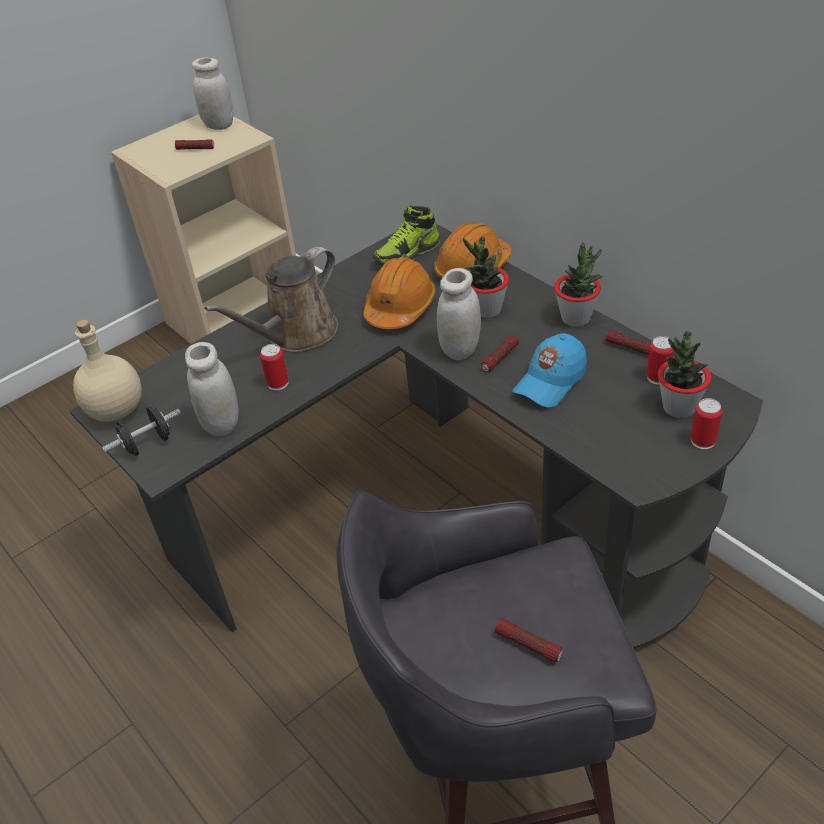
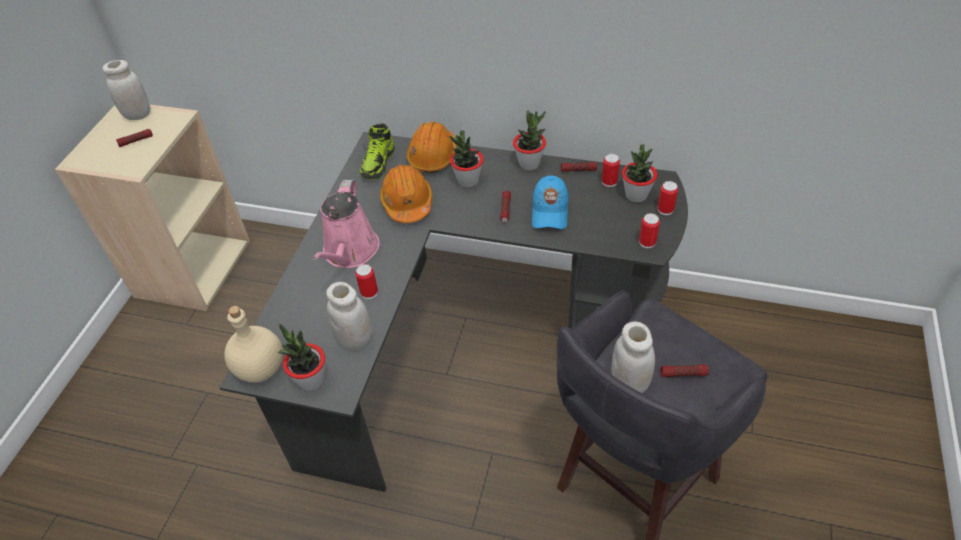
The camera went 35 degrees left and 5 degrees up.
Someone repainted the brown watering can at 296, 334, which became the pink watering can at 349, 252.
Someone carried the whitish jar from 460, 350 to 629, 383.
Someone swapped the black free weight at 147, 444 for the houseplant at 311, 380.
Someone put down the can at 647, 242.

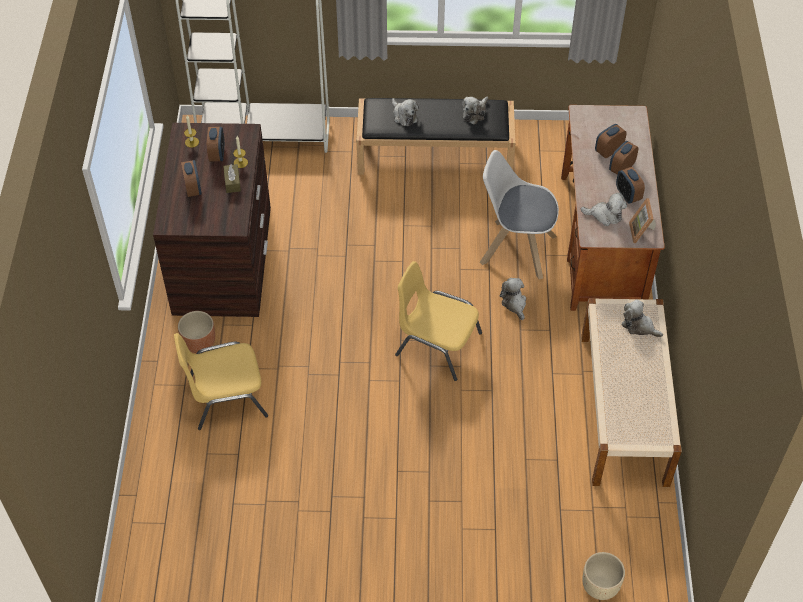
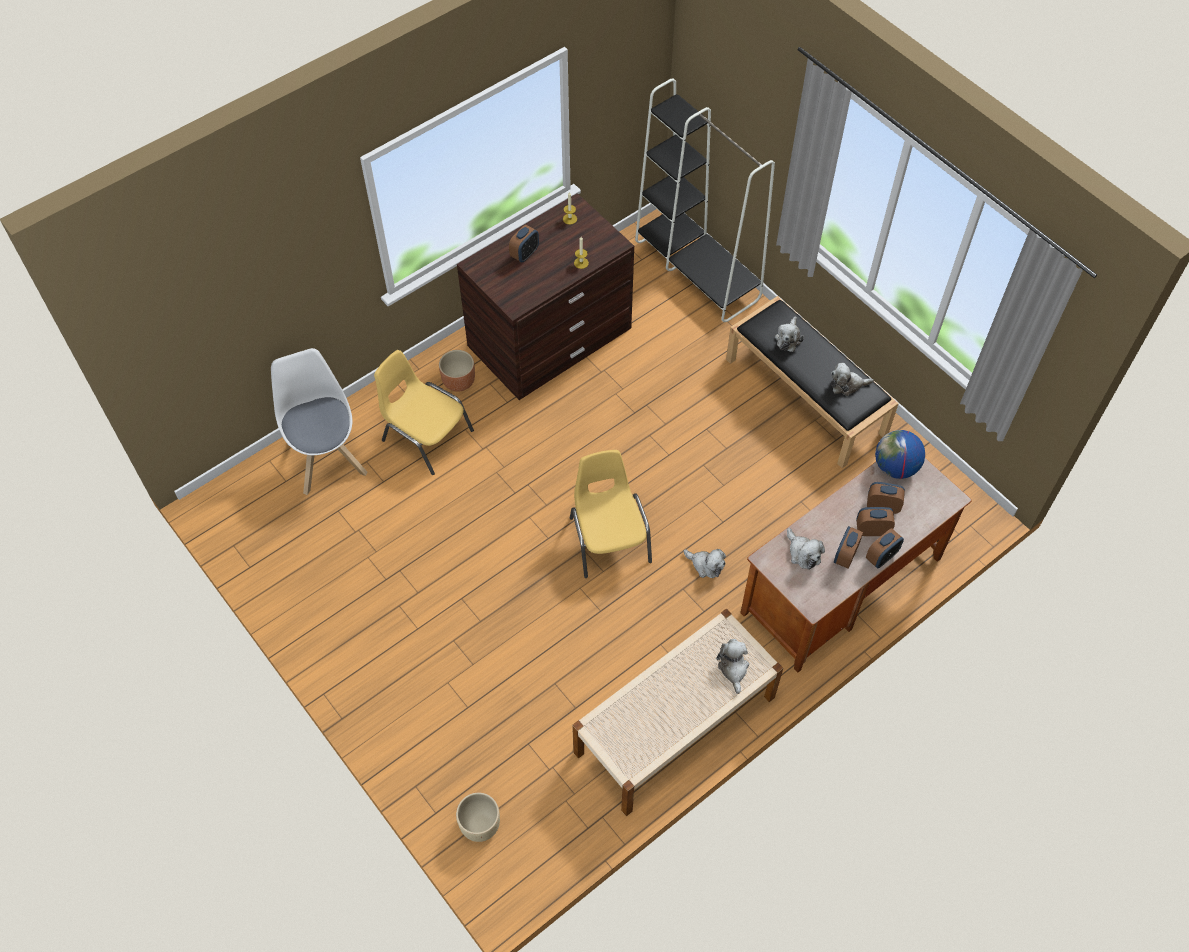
The camera went 50 degrees right and 5 degrees up.
Someone carried the bedside clock from 217, 154 to 881, 557.
Someone carried the plain chair from 515, 248 to 326, 455.
Someone took away the brown tissue holder at 232, 182.
Someone took away the picture frame at 642, 232.
Someone rotated the cuddly toy at 514, 303 by 90 degrees clockwise.
Someone put down the globe at 895, 467.

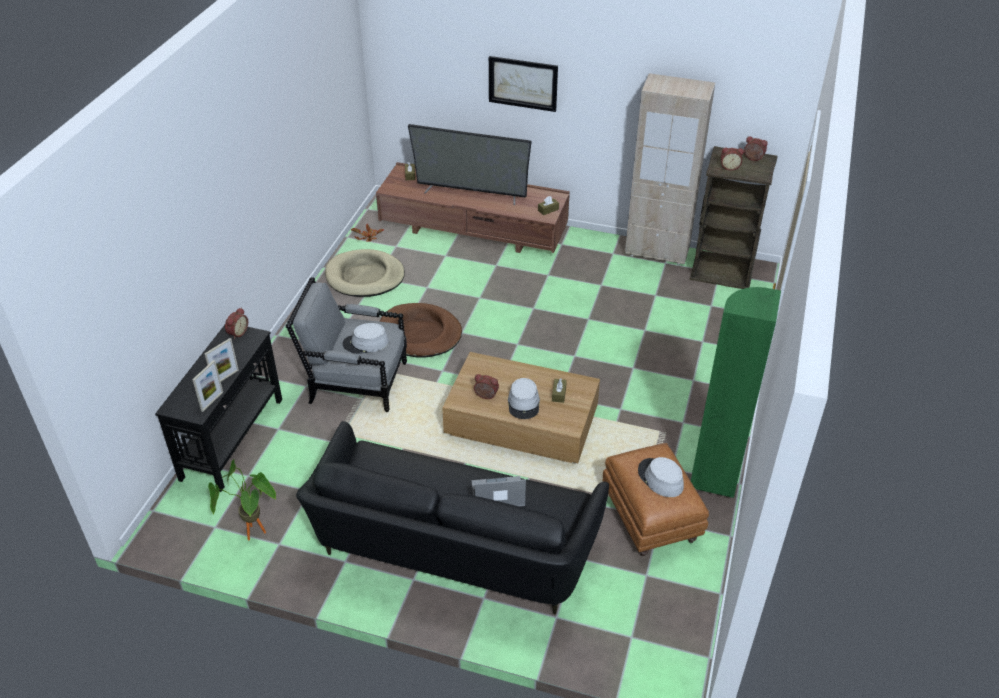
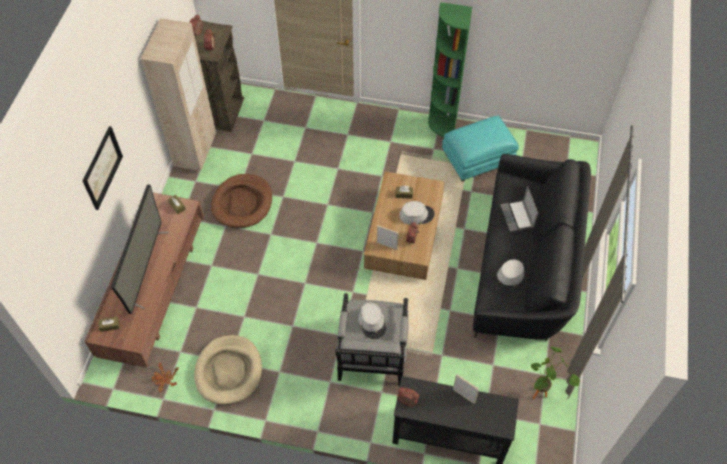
The camera went 95 degrees left and 15 degrees up.
Someone carried the brown dog bed from 420, 334 to 242, 203.
Someone carried the picture frame from 212, 401 to 387, 245.
Someone repainted the brown ottoman at 651, 518, which became the turquoise ottoman at 477, 160.
Someone carried the grey clothing hat from 660, 478 to 508, 277.

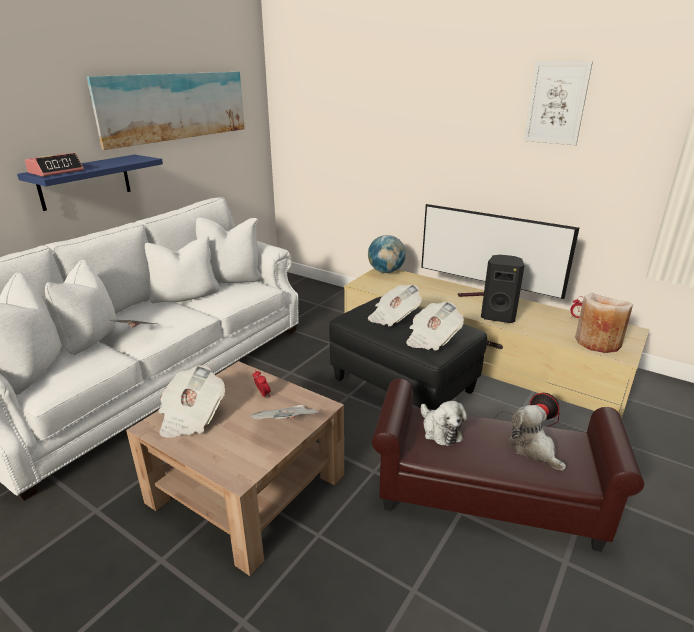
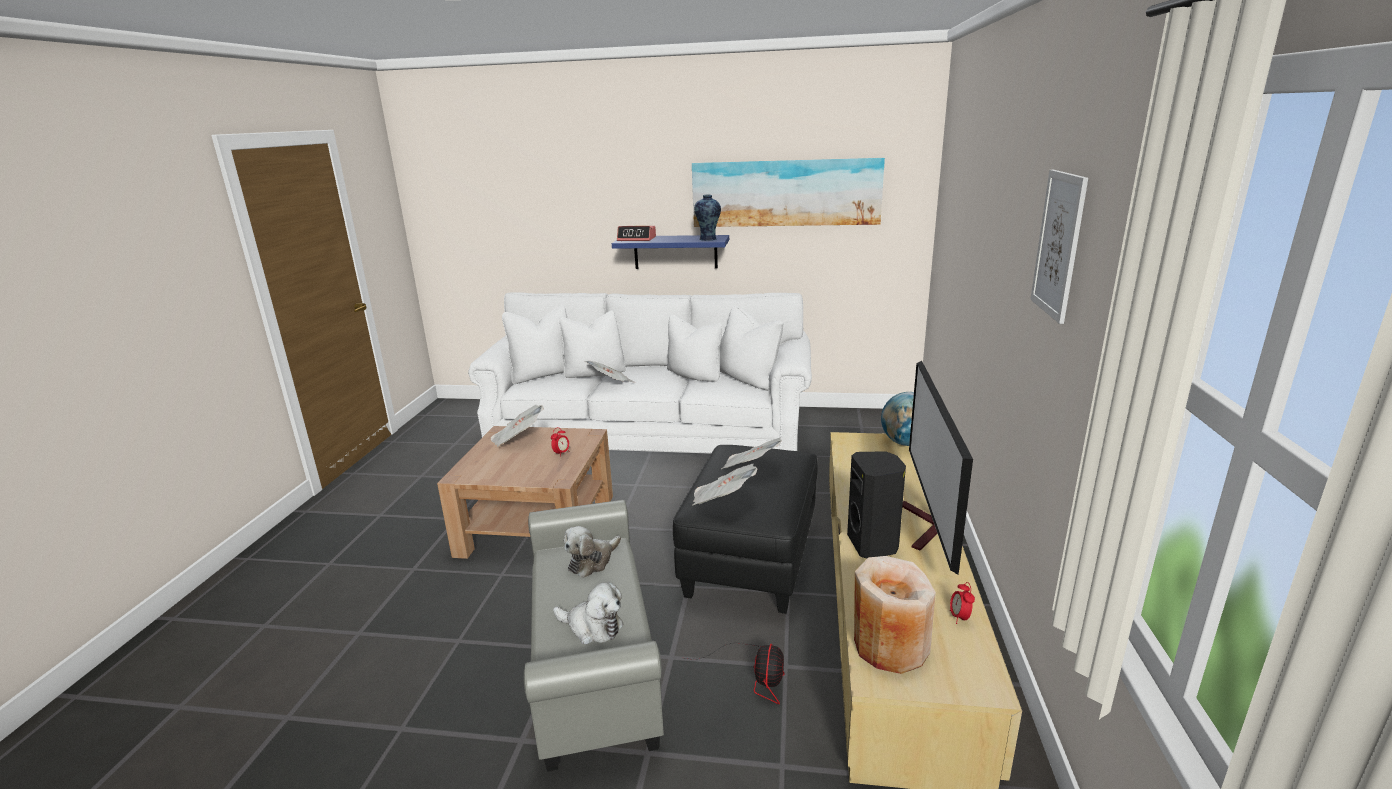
The camera went 65 degrees right and 5 degrees down.
Someone repainted the brown ottoman at 488, 497, which became the grey ottoman at 594, 664.
Someone took away the daily paper at 287, 427.
Someone rotated the cuddly toy at 534, 449 by 75 degrees clockwise.
Someone put down the decorative vase at 708, 239.

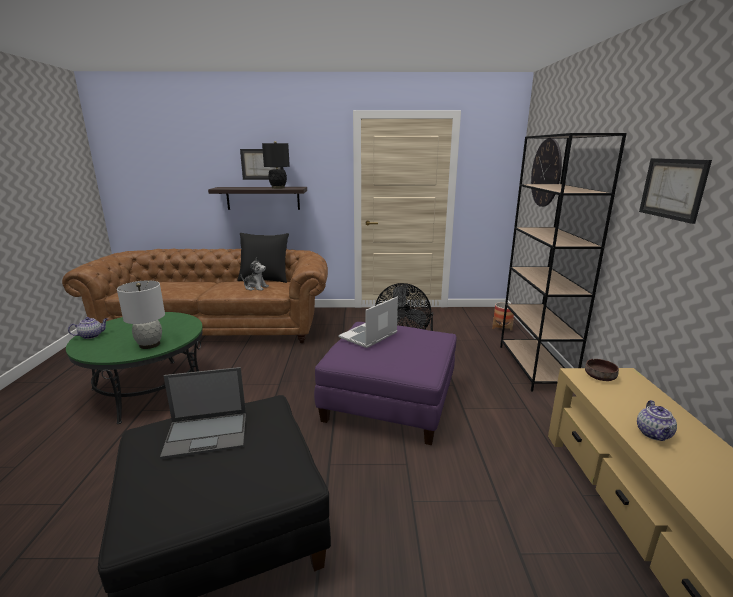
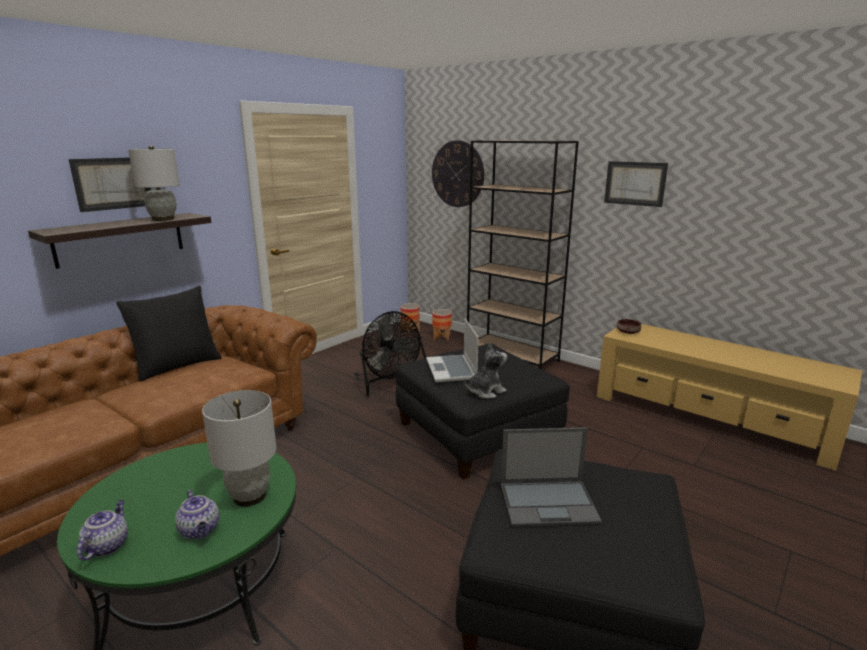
The camera went 50 degrees left and 0 degrees up.
Someone repainted the black lamp for a table at 278, 188, which became the whitish lamp for a table at 163, 219.
Someone carried the cuddly toy from 255, 287 to 485, 391.
Someone repainted the purple ottoman at 389, 401, which became the black ottoman at 477, 432.
Someone rotated the laptop at 207, 434 by 60 degrees clockwise.
Someone carried the tea pot from 654, 434 to 200, 530.
Someone put down the flower pot at 410, 330.

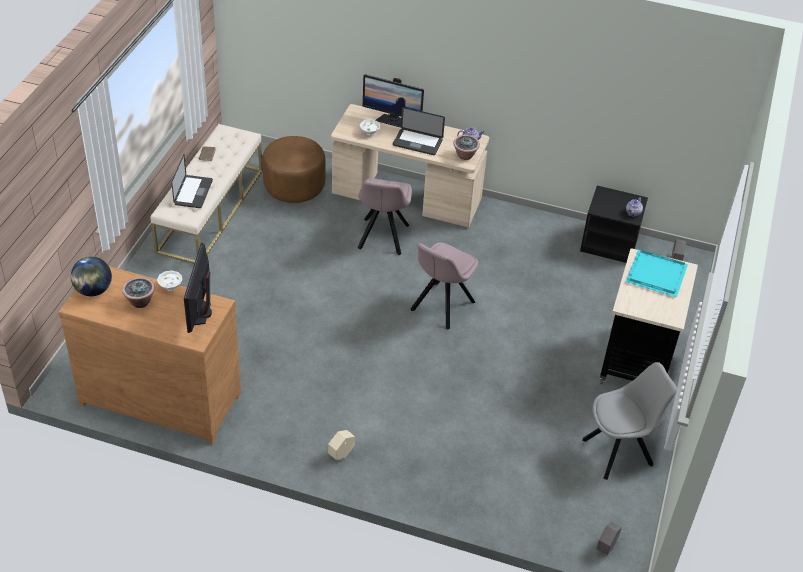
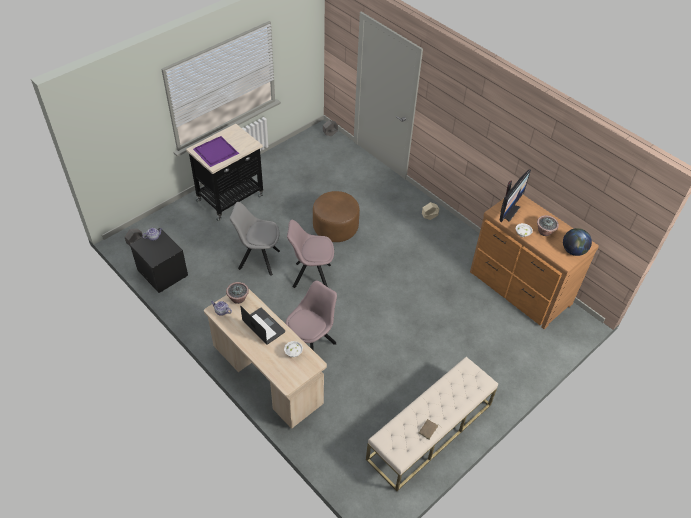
The camera went 150 degrees left and 5 degrees up.
Someone took away the computer display at 392, 120.
Someone carried the brown ottoman from 294, 186 to 335, 228.
Someone took away the laptop at 193, 192.
Someone rotated the pink plain chair at 441, 306 by 150 degrees counterclockwise.
Someone repainted the turquoise tray at 657, 274, which became the purple tray at 215, 152.
Someone carried the grey plain chair from 618, 452 to 258, 260.

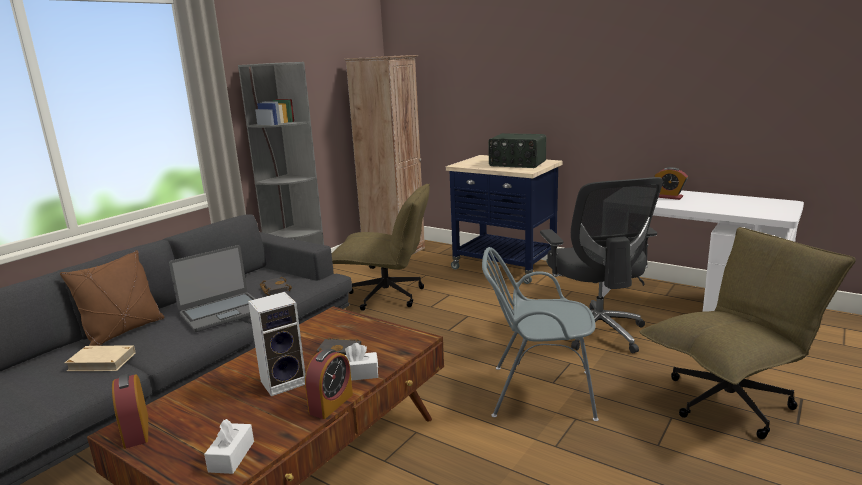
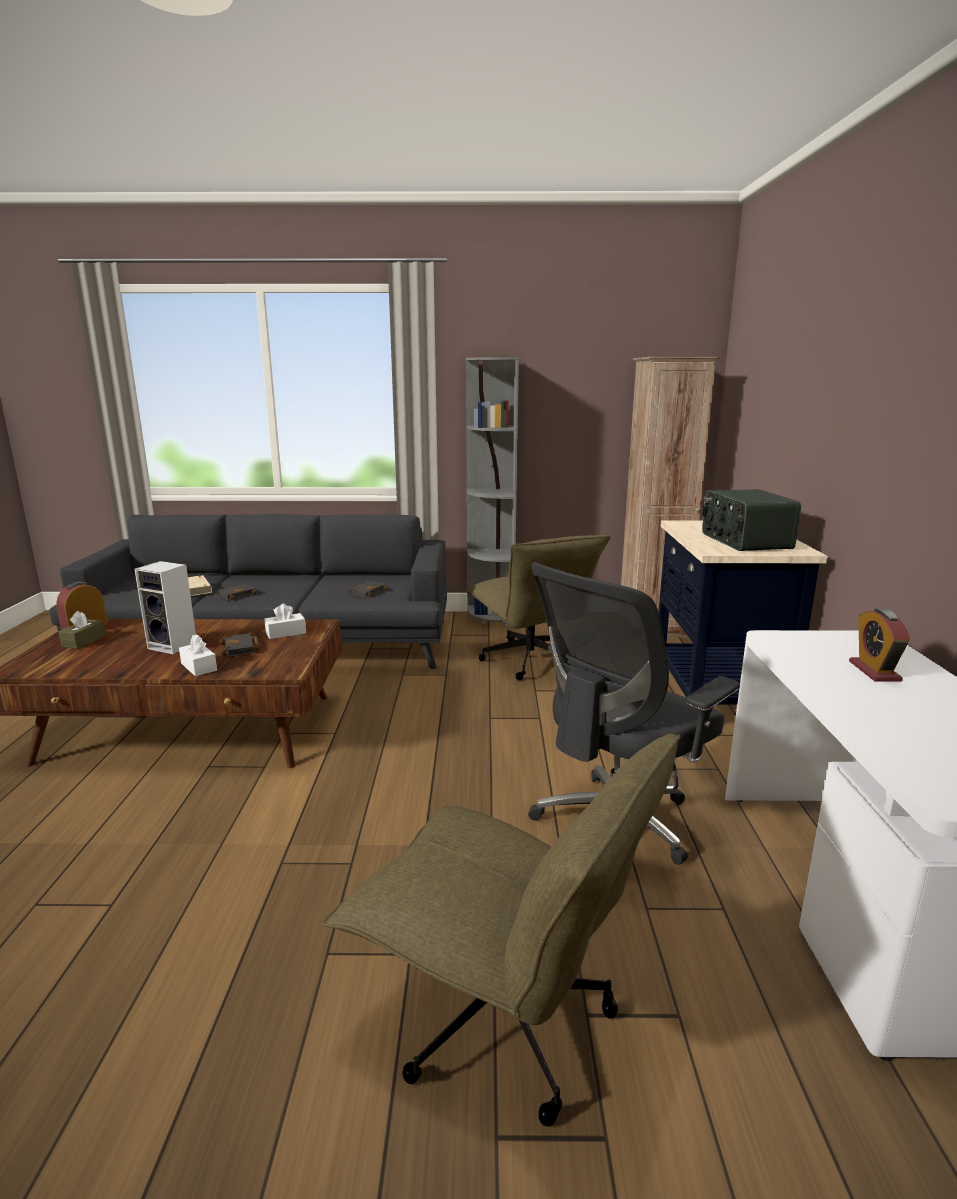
The camera went 55 degrees right and 0 degrees up.
Someone took away the laptop at 222, 312.
Someone took away the grey plain chair at 537, 392.
Someone took away the brown throw pillow at 124, 332.
Someone took away the bedside clock at 331, 404.
Someone carried the whitish tissue holder from 231, 456 to 286, 633.
Someone put down the black book at 237, 594.
Someone put down the brown tissue holder at 84, 641.

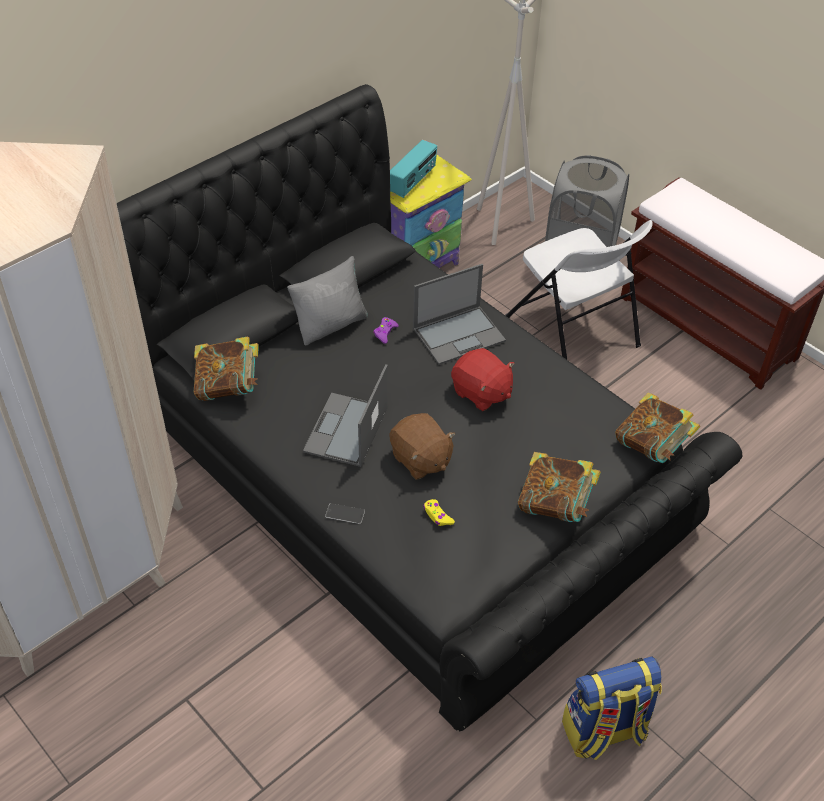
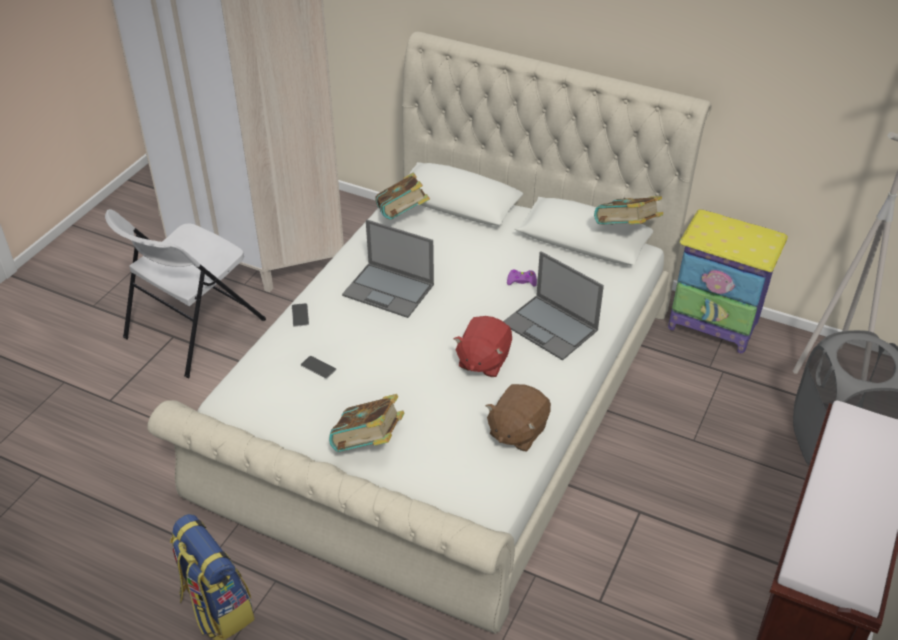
The camera went 70 degrees right and 5 degrees down.
Someone repainted the black bed at 409, 471, which became the beige-coloured bed at 448, 394.
Someone took away the radio set at 412, 182.
Someone carried the whitish plain chair from 571, 332 to 194, 328.
Someone took away the grey throw pillow at 331, 325.
Someone rotated the laptop at 346, 431 by 150 degrees counterclockwise.
Someone carried the book from 652, 447 to 626, 231.
Someone carried the brown cuddly toy from 420, 459 to 517, 431.
Someone swapped the yellow game controller at 437, 516 for the handset at 318, 367.

